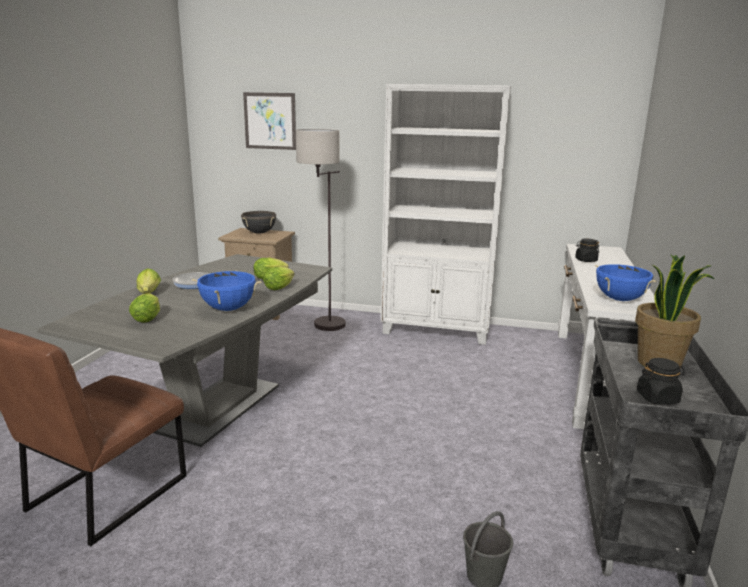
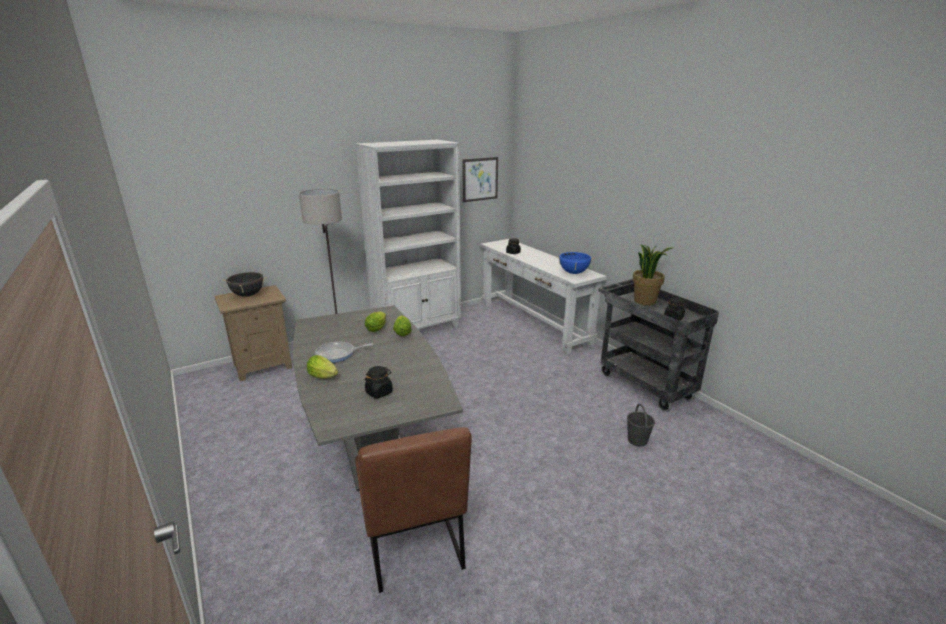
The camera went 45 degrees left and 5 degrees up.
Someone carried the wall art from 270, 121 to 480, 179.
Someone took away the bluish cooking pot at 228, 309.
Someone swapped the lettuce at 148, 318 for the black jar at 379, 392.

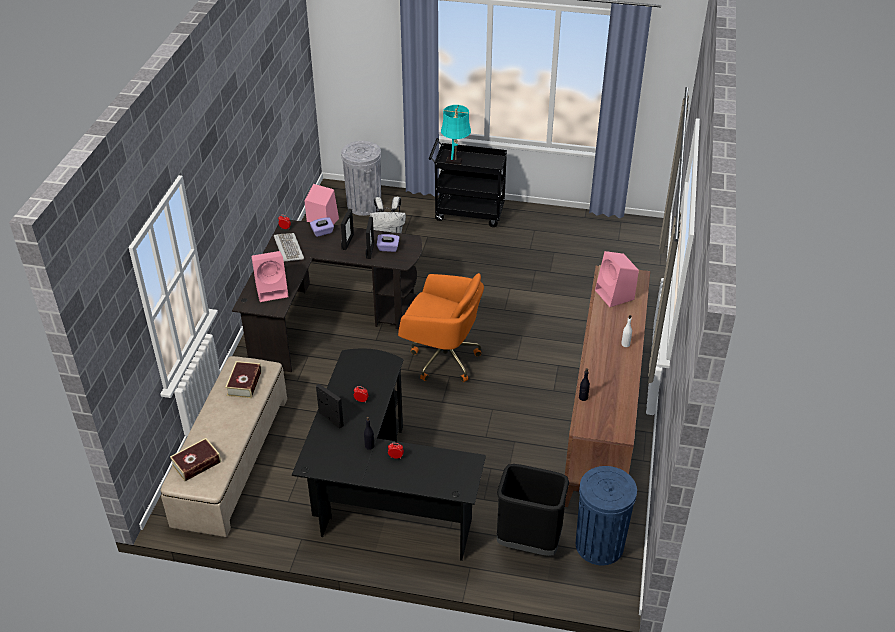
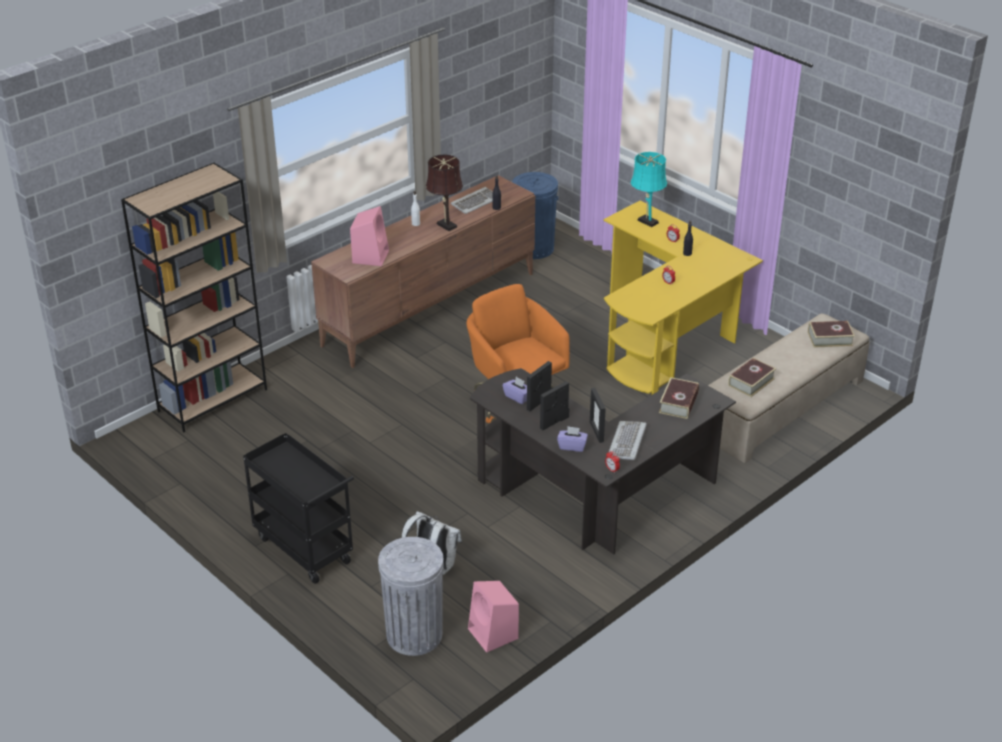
The camera went 145 degrees left and 5 degrees down.
Someone carried the turquoise lamp for a table from 455, 162 to 646, 220.
Someone swapped the pink loudspeaker at 273, 290 for the book at 678, 403.
Someone repainted the black desk at 379, 494, which became the yellow desk at 668, 334.
Someone carried the picture frame from 330, 419 to 597, 431.
Someone took away the black trash can at 529, 542.
Someone put down the brown lamp for a table at 445, 224.
Someone put down the beige-coloured shelving unit at 213, 400.
Someone put down the computer keyboard at 475, 202.

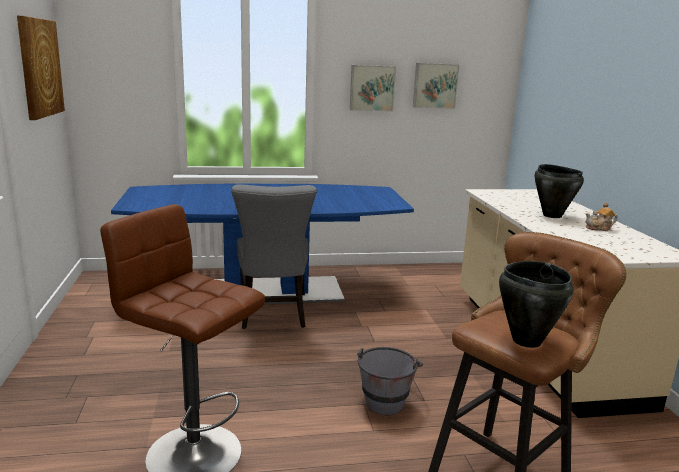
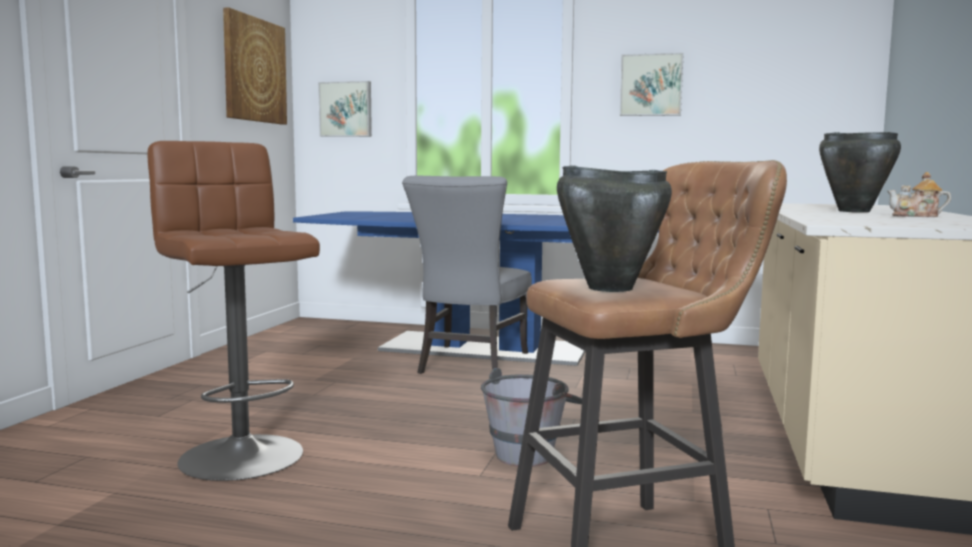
The camera went 25 degrees right and 10 degrees down.
Someone carried the wall art from 435, 86 to 346, 109.

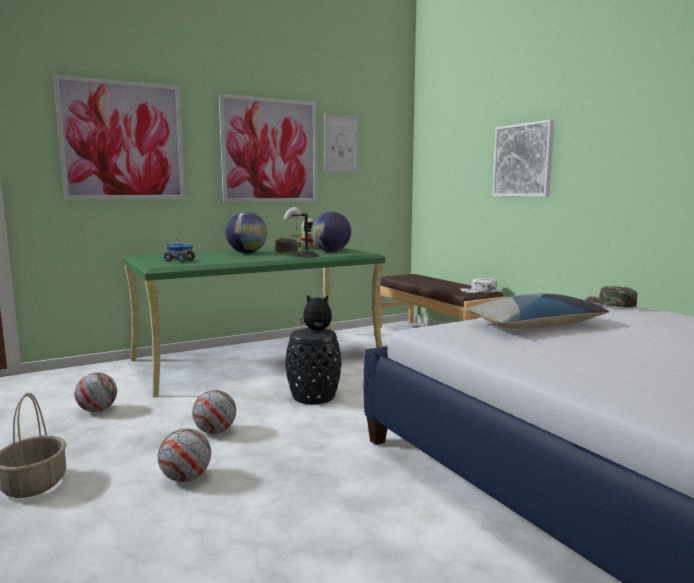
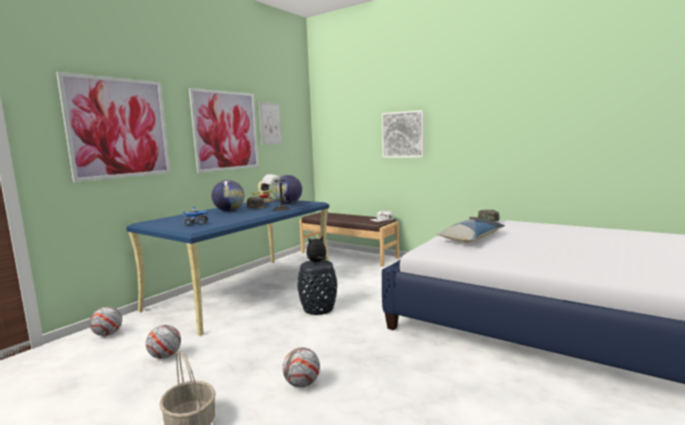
The camera went 25 degrees left and 0 degrees up.
Someone repainted the greenish desk at 258, 358, which became the bluish desk at 245, 290.
Someone carried the football from 215, 431 to 107, 334.

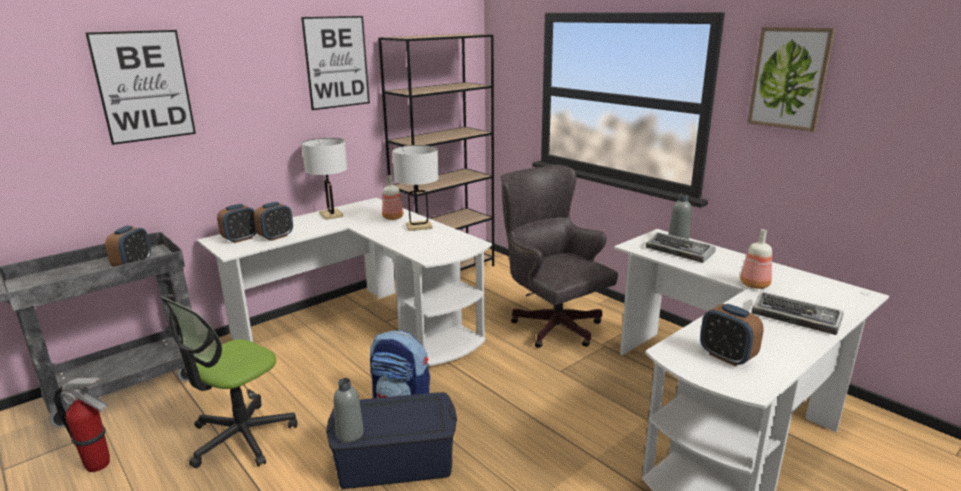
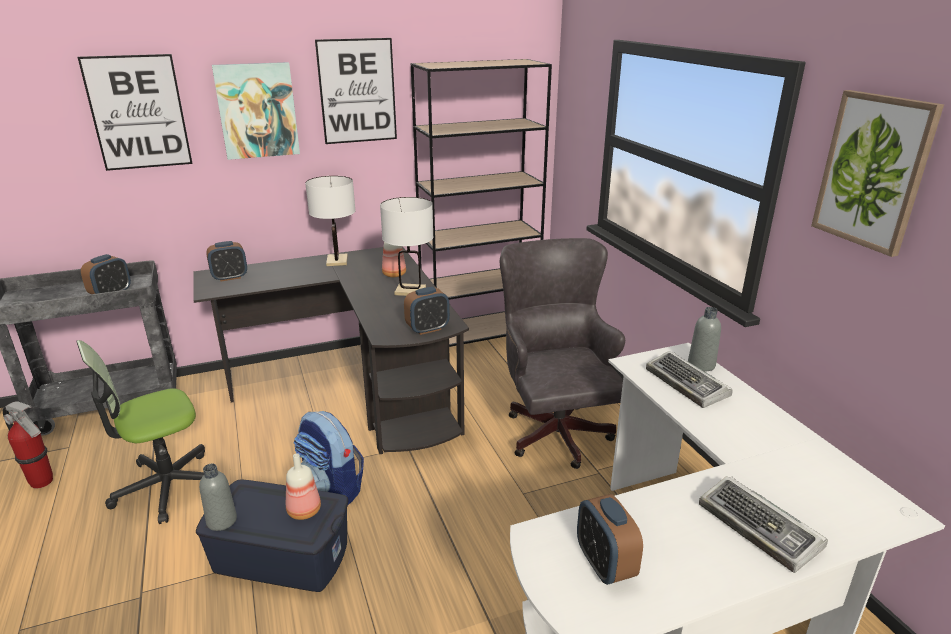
The camera went 20 degrees right and 5 degrees up.
Someone repainted the whitish desk at 364, 326, which became the black desk at 355, 386.
Someone carried the bedside clock from 276, 237 to 427, 329.
Someone carried the drink bottle from 755, 285 to 304, 511.
Someone put up the wall art at 257, 110.

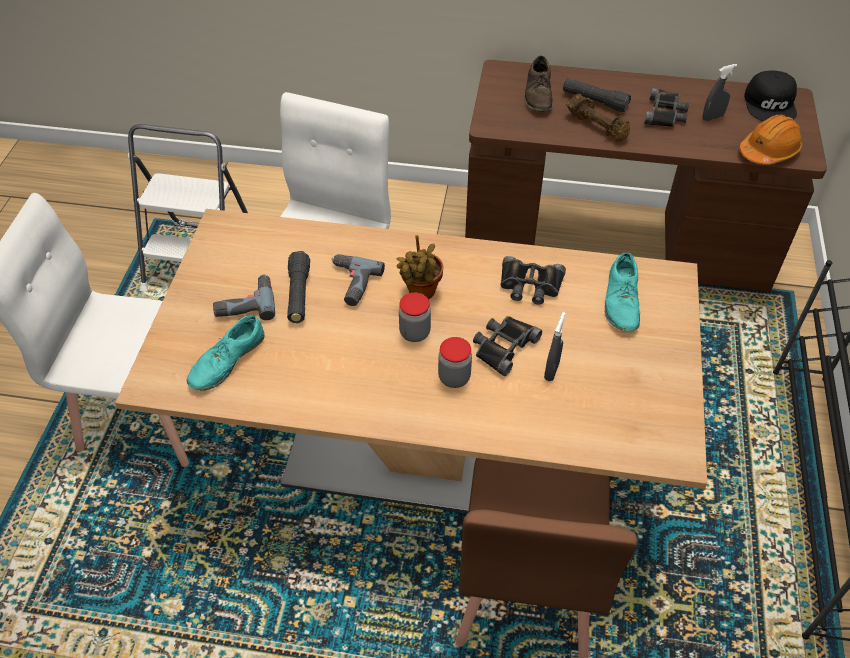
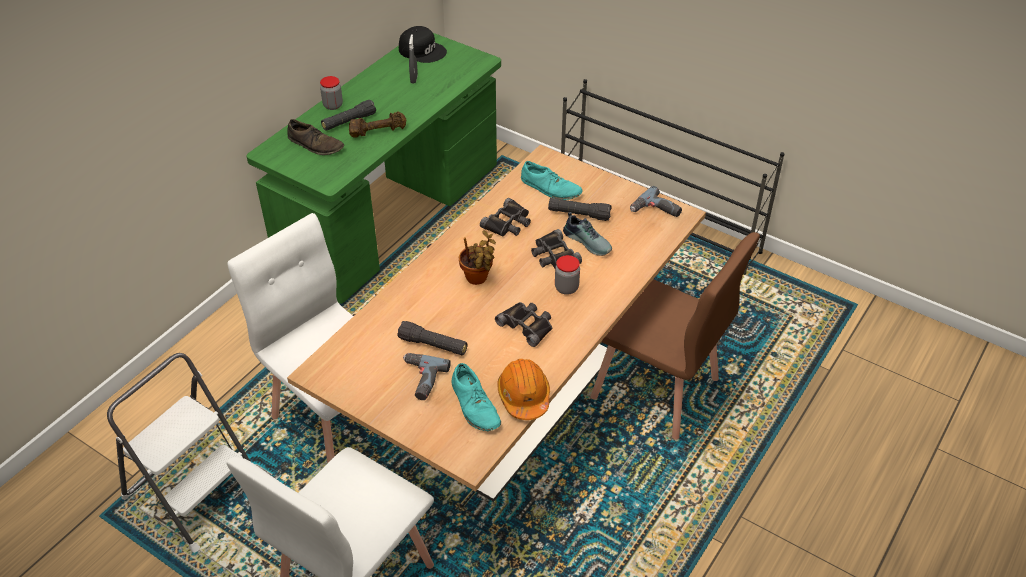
The camera went 65 degrees left and 5 degrees down.
Someone repainted the brown desk at 615, 242, which became the greenish desk at 392, 217.
Someone carried the black field glasses from 665, 113 to 527, 325.
Someone carried the orange work helmet from 768, 151 to 524, 396.
Someone carried the drill from 350, 283 to 655, 211.
Someone carried the jar from 415, 333 to 333, 105.
Someone swapped the grey spray bottle at 551, 371 for the item of footwear at 588, 241.
Someone put down the black flashlight at 579, 214.

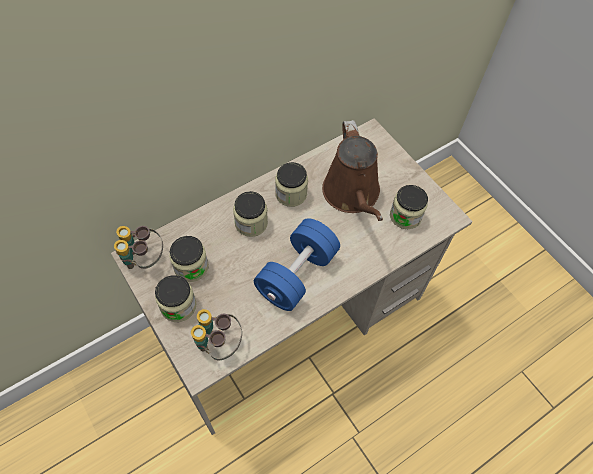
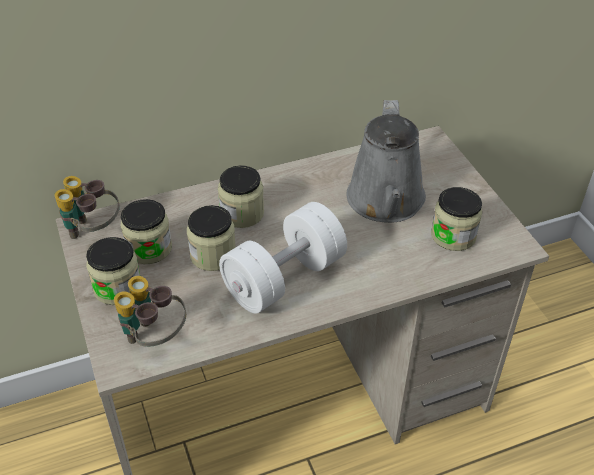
The camera went 15 degrees right and 15 degrees down.
Someone repainted the brown watering can at 352, 195, which became the grey watering can at 386, 202.
Someone carried the jar from 291, 194 to 213, 255.
Someone repainted the bluish free weight at 296, 274, which became the whitish free weight at 284, 278.

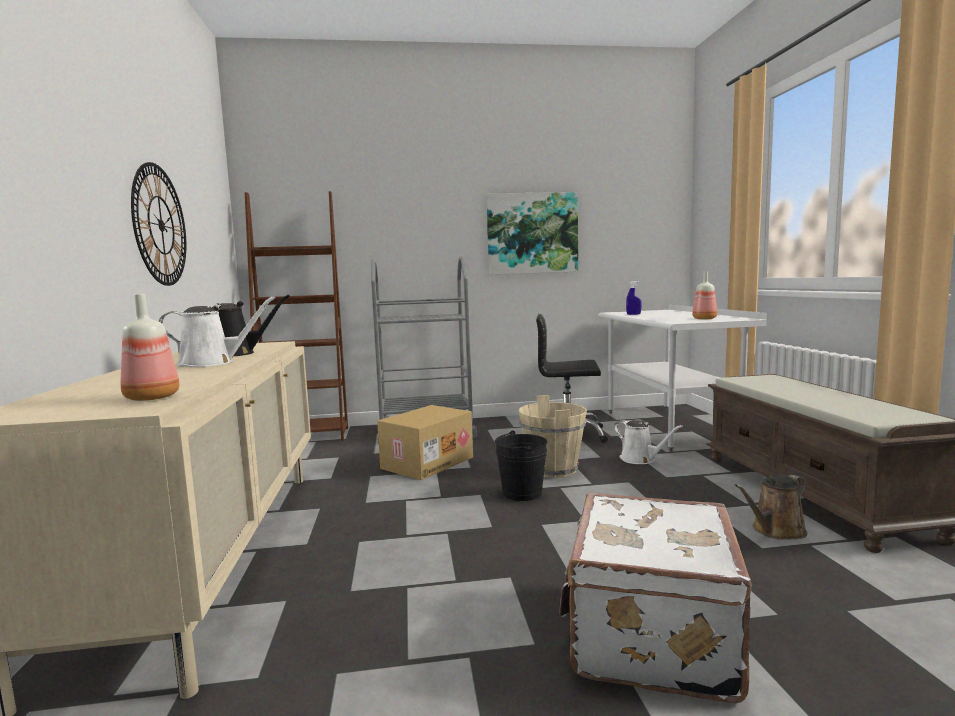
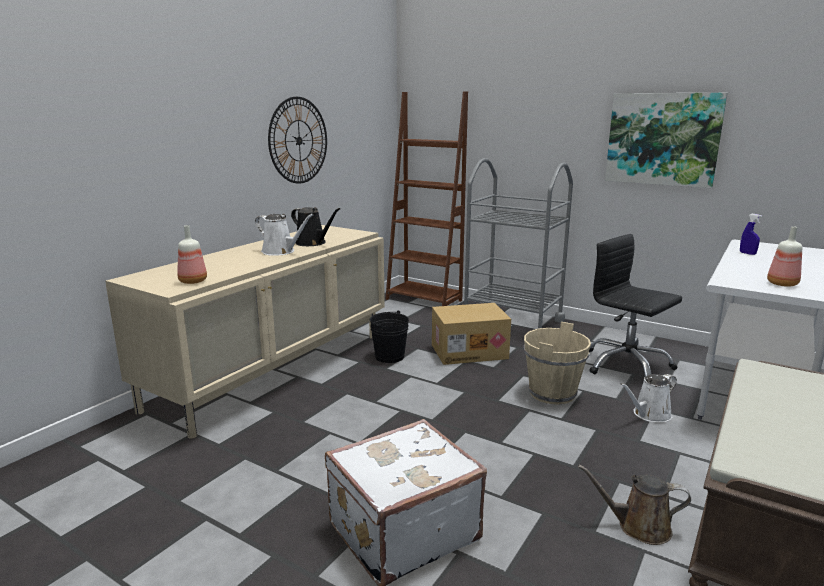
The camera went 40 degrees right and 10 degrees up.
Someone rotated the whitish watering can at 640, 459 by 60 degrees clockwise.
Someone carried the black bucket from 522, 493 to 389, 356.

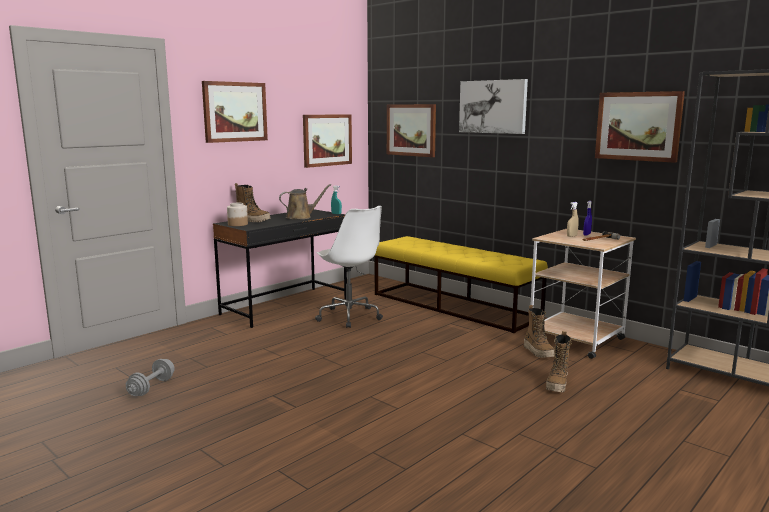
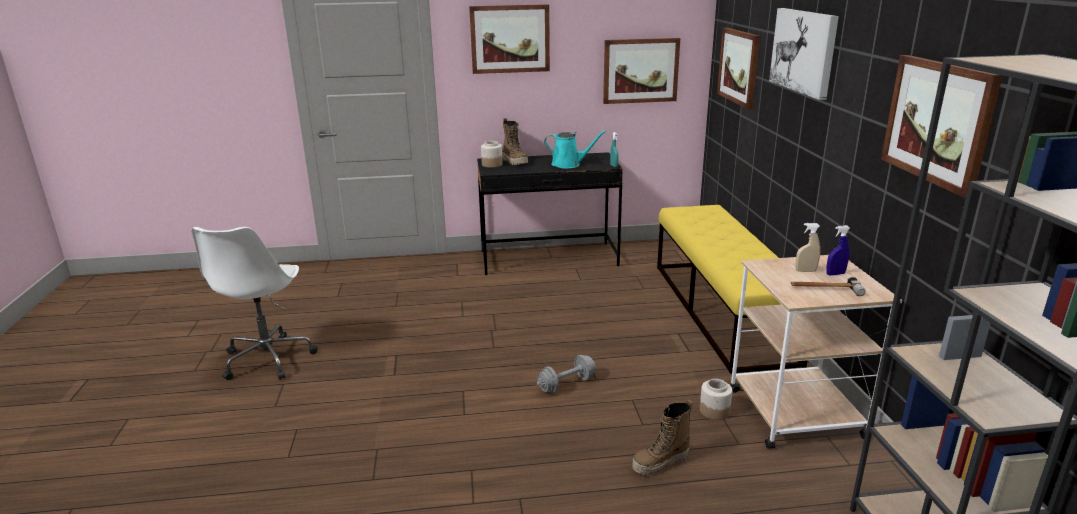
The camera went 40 degrees right and 10 degrees up.
Someone repainted the brown watering can at 301, 217, which became the turquoise watering can at 569, 164.
Someone carried the whitish office chair from 350, 317 to 267, 361.
Someone swapped the boot at 538, 352 for the jar at 715, 411.
Someone carried the grey free weight from 151, 387 to 566, 384.

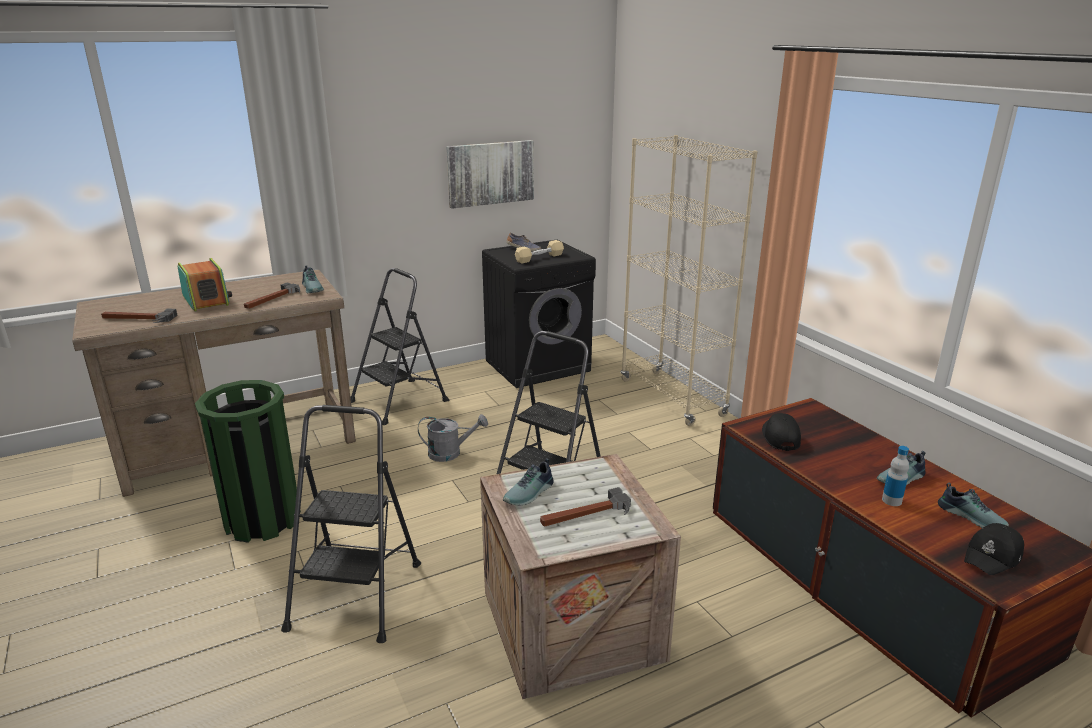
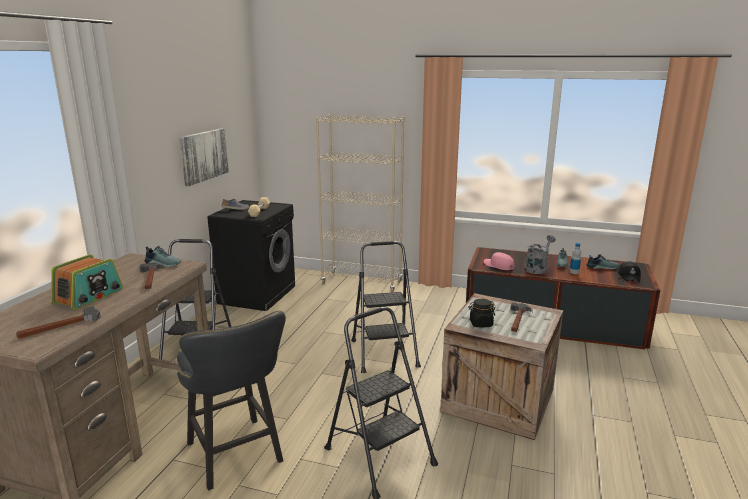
The camera went 45 degrees left and 5 degrees down.
Someone rotated the radio set at 206, 300 by 105 degrees clockwise.
Someone swapped the greenish trash can at 262, 519 for the grey sitting stool at 238, 459.
Someone repainted the black baseball cap at 780, 437, which became the pink baseball cap at 498, 265.
Someone carried the grey watering can from 450, 453 to 537, 268.
Someone swapped the item of footwear at 530, 494 for the black jar at 480, 324.

